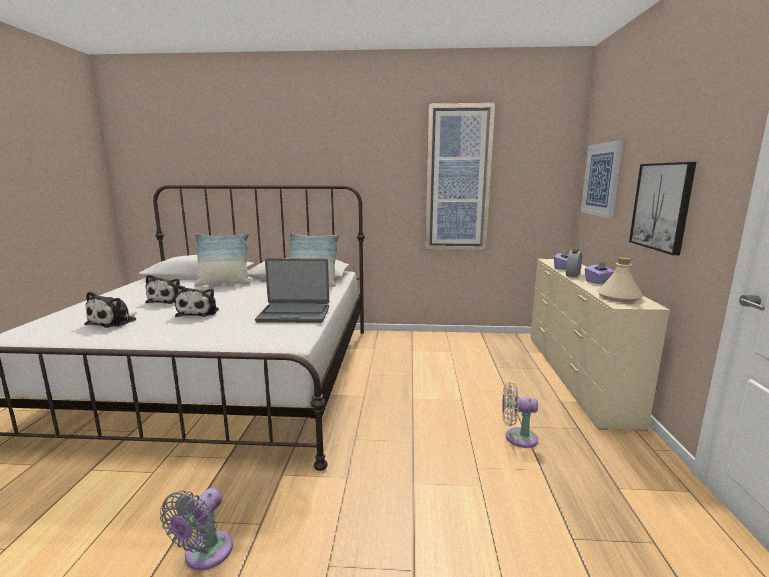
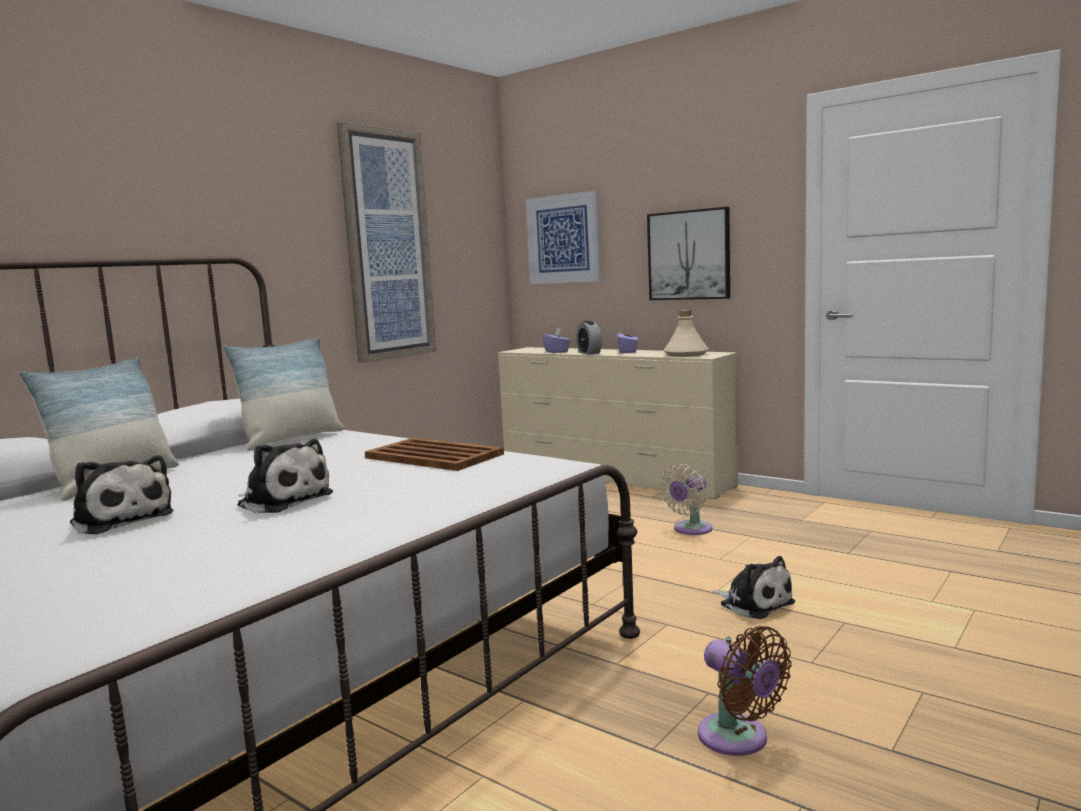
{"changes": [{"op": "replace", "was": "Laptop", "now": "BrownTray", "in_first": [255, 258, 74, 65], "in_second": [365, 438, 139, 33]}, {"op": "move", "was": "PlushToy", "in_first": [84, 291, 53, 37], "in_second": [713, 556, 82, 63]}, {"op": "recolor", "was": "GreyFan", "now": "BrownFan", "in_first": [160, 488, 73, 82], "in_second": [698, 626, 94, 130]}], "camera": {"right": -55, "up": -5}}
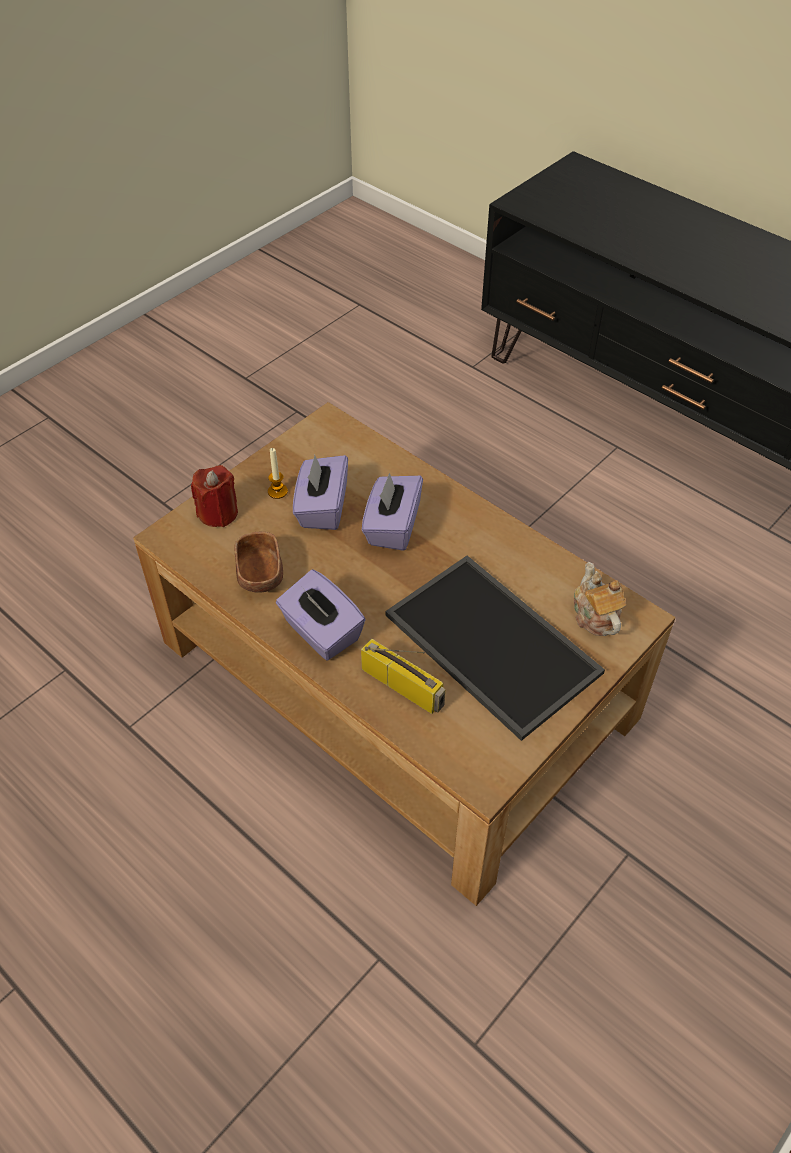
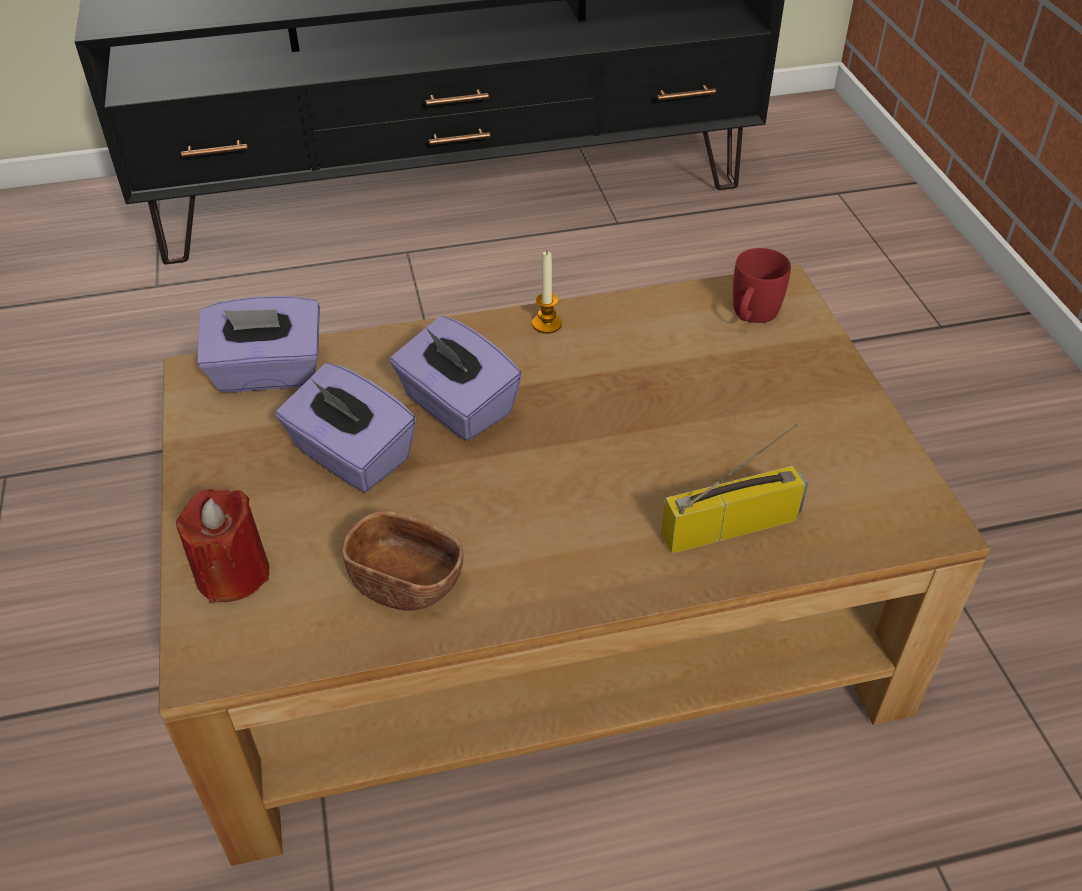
{"changes": [{"op": "move", "was": "Candle", "in_first": [268, 448, 20, 51], "in_second": [532, 252, 30, 82]}, {"op": "delete", "was": "Tray", "in_first": [385, 556, 220, 185]}, {"op": "replace", "was": "Teapot", "now": "RedMug", "in_first": [574, 562, 52, 74], "in_second": [733, 248, 58, 75]}, {"op": "move", "was": "PurpleTissueBox", "in_first": [276, 570, 90, 90], "in_second": [197, 296, 123, 96]}], "camera": {"right": -55, "up": -5}}
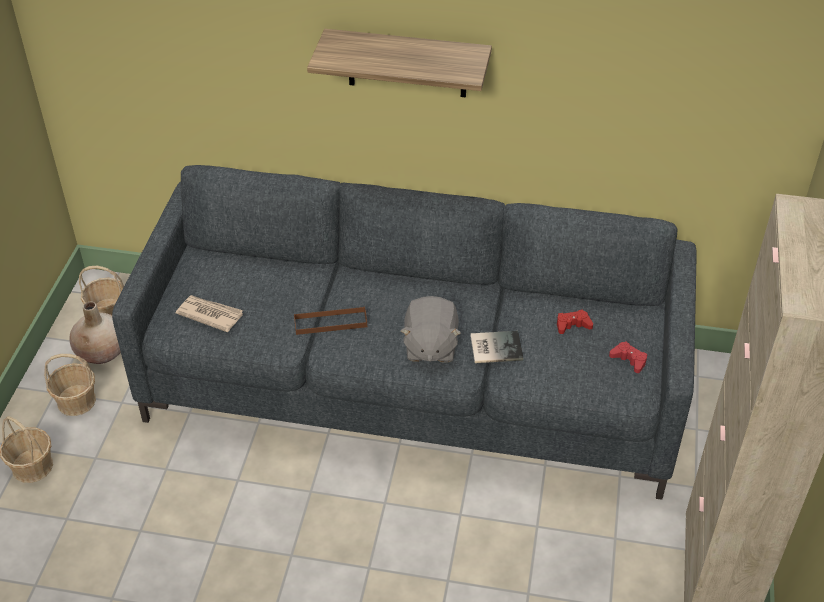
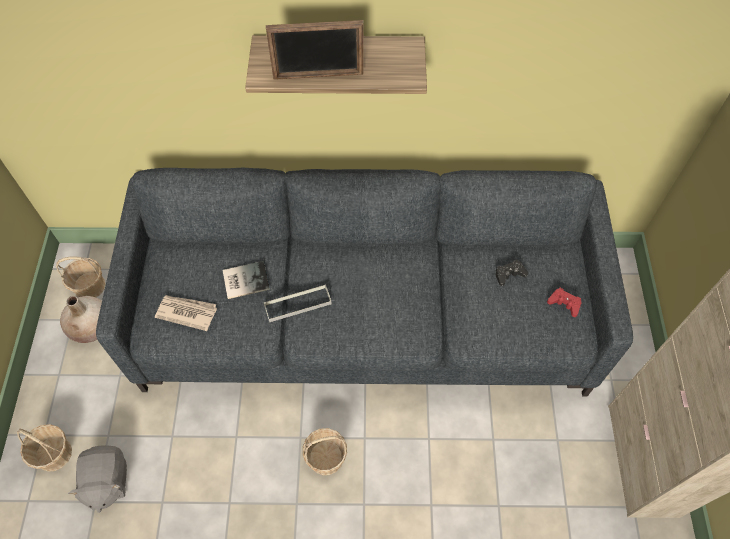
{"changes": [{"op": "move", "was": "GreyPlushToy", "in_first": [401, 296, 60, 67], "in_second": [68, 445, 59, 68]}, {"op": "recolor", "was": "BrownTray", "now": "GreyTray", "in_first": [294, 306, 73, 29], "in_second": [264, 284, 68, 38]}, {"op": "recolor", "was": "RedGameController", "now": "BlackGameController", "in_first": [557, 310, 36, 24], "in_second": [496, 260, 32, 26]}, {"op": "move", "was": "Book", "in_first": [470, 331, 54, 32], "in_second": [222, 261, 48, 38]}, {"op": "move", "was": "Basket", "in_first": [44, 354, 52, 62], "in_second": [303, 428, 44, 47]}, {"op": "insert", "now": "PictureFrame", "in_second": [266, 20, 98, 60]}], "camera": {"right": -10, "up": 15}}
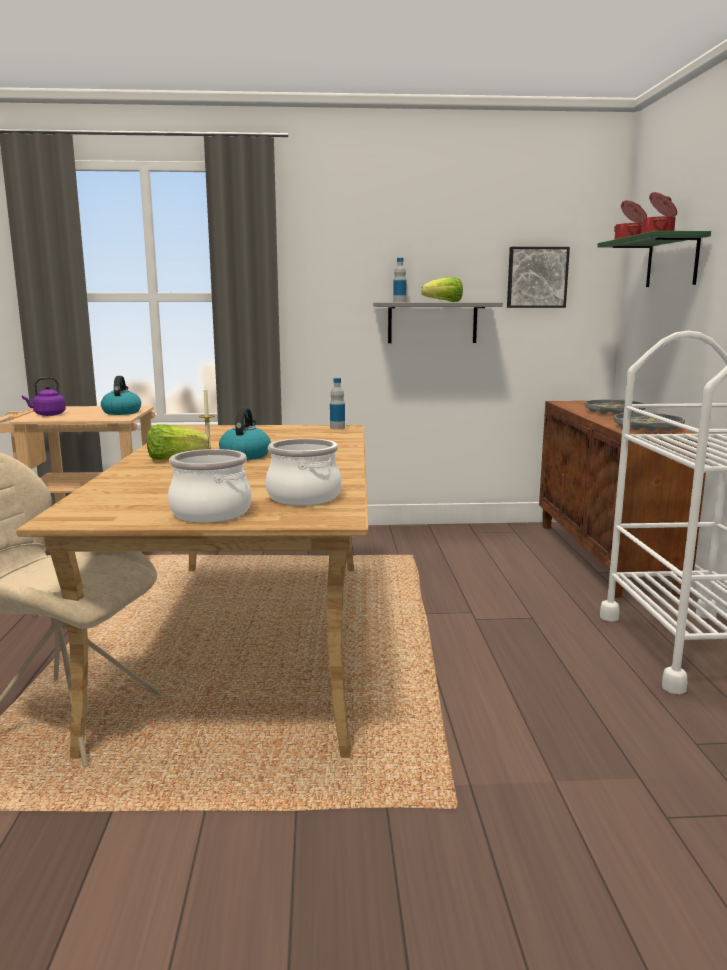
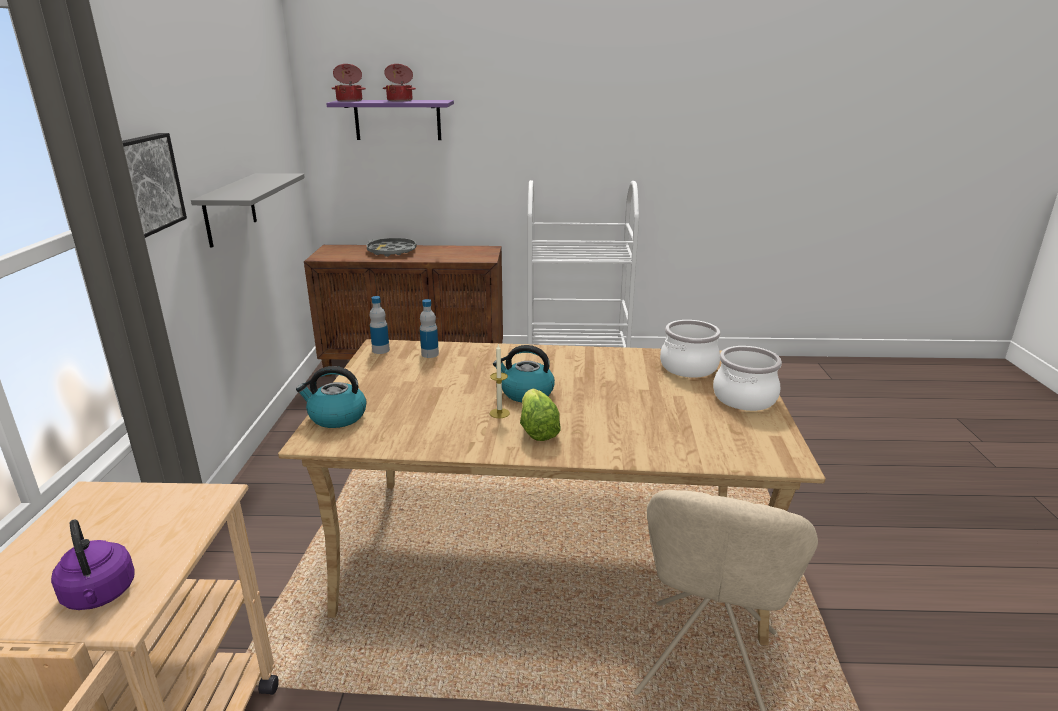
{"changes": [{"op": "recolor", "was": "GreenShelf", "now": "PurpleShelf", "in_first": [597, 231, 114, 56], "in_second": [326, 100, 128, 40]}, {"op": "move", "was": "Picture", "in_first": [507, 247, 63, 61], "in_second": [122, 133, 65, 105]}, {"op": "move", "was": "Bottle", "in_first": [393, 258, 13, 44], "in_second": [420, 299, 19, 59]}, {"op": "delete", "was": "Lettuce", "in_first": [421, 277, 42, 25]}, {"op": "move", "was": "Kettle", "in_first": [101, 376, 40, 39], "in_second": [296, 366, 70, 62]}, {"op": "delete", "was": "GreyTray", "in_first": [613, 412, 72, 20]}], "camera": {"right": -85, "up": 10}}
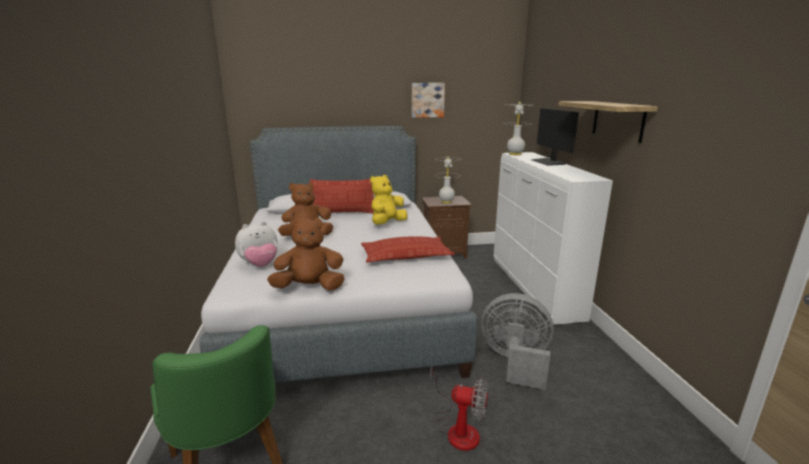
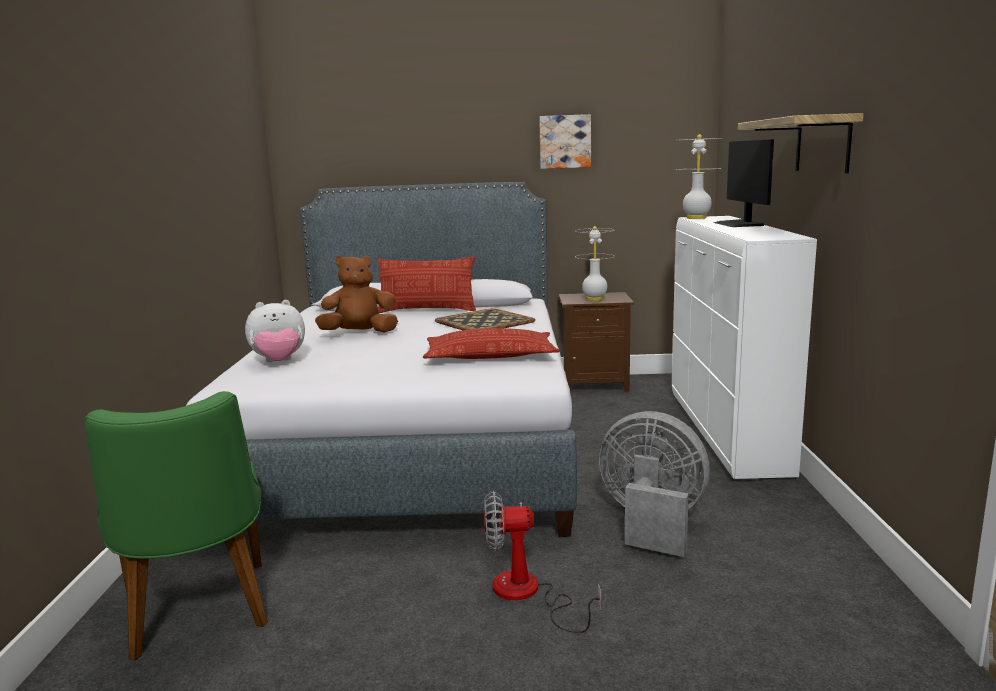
{"changes": [{"op": "replace", "was": "YellowPlushToy", "now": "Tray", "in_first": [370, 175, 38, 50], "in_second": [435, 308, 100, 22]}, {"op": "delete", "was": "BrownPlushToy", "in_first": [267, 217, 78, 73]}, {"op": "rotate", "was": "Fan", "in_first": [430, 365, 58, 86], "in_second": [483, 491, 118, 142], "clockwise": 150}], "camera": {"right": 10, "up": -5}}
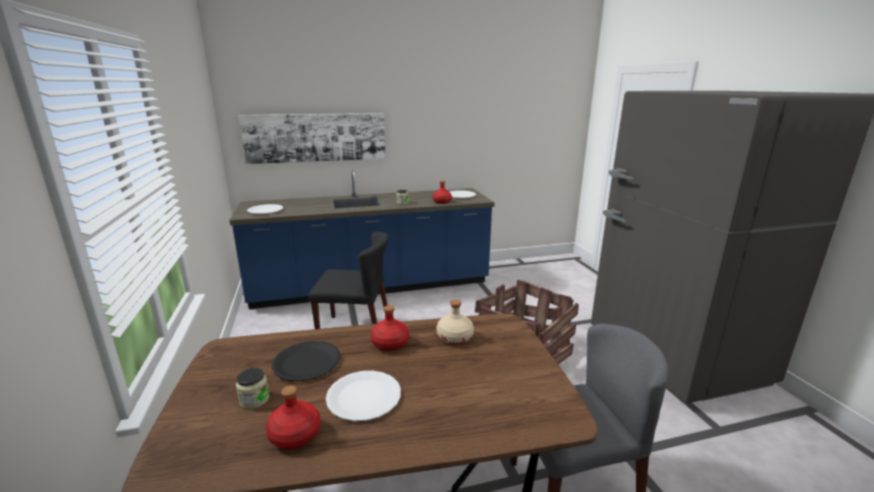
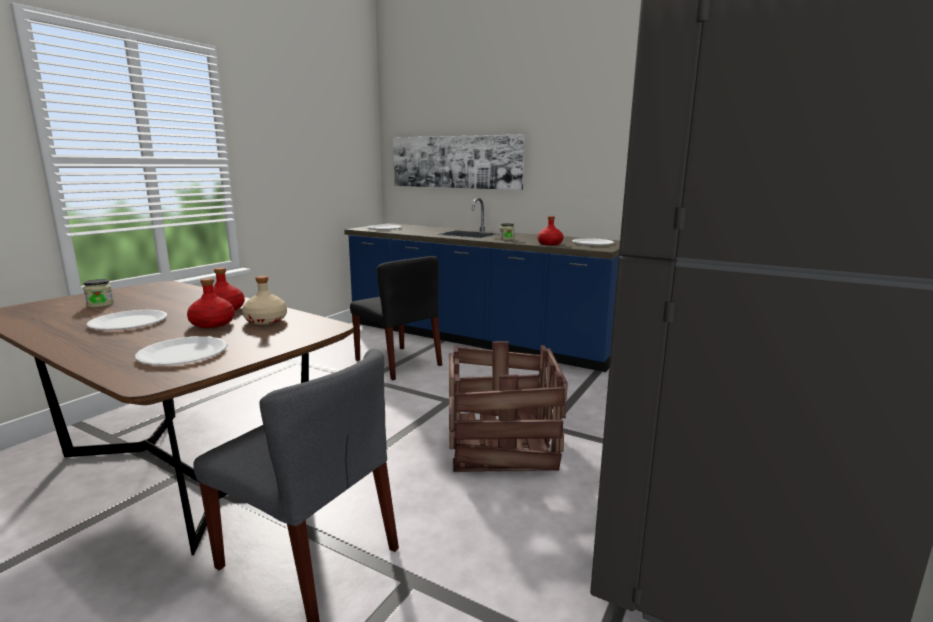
{"changes": [{"op": "delete", "was": "BlackPlate", "in_first": [272, 341, 68, 40]}, {"op": "move", "was": "RedBottle", "in_first": [266, 385, 55, 65], "in_second": [187, 278, 48, 50]}, {"op": "insert", "now": "WhitePlate", "in_second": [135, 336, 92, 29]}], "camera": {"right": 45, "up": -5}}
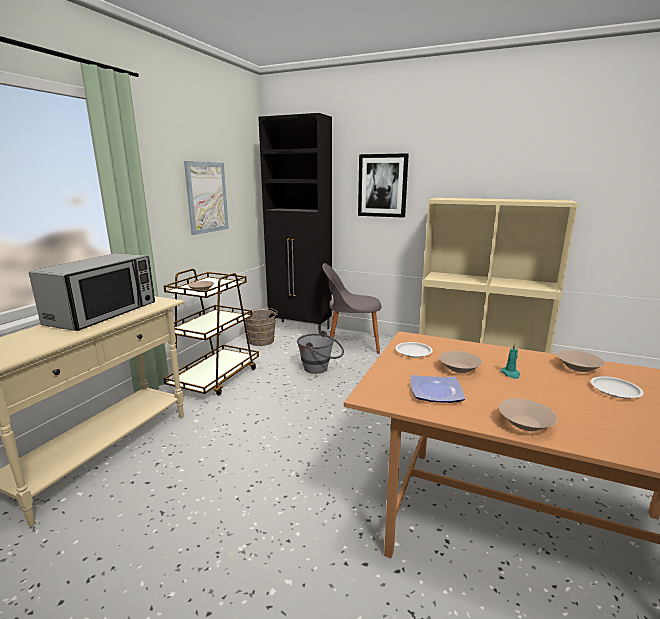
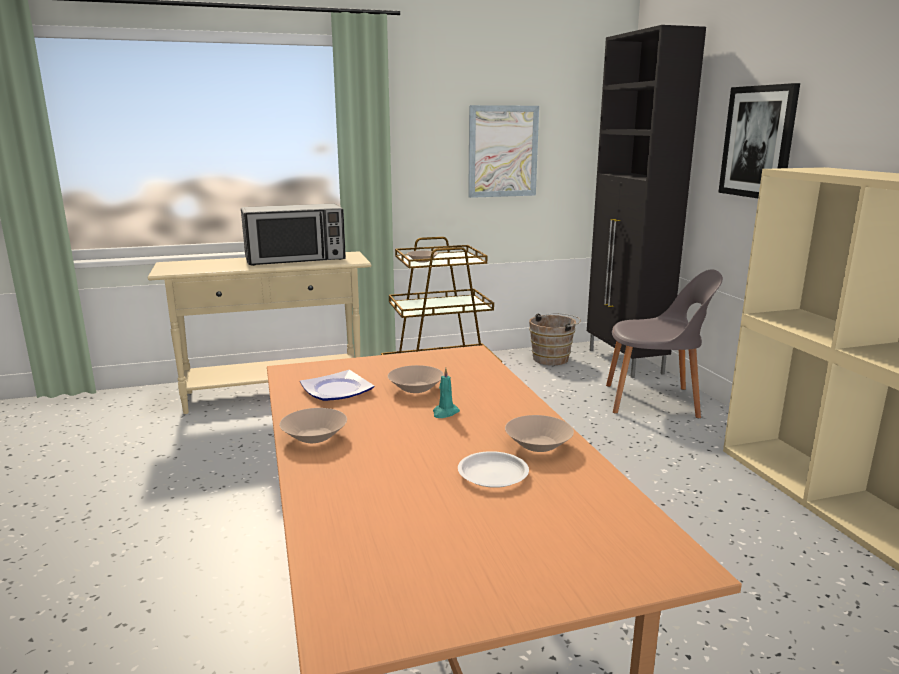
{"changes": [{"op": "rotate", "was": "GreyChair", "in_first": [323, 263, 58, 91], "in_second": [606, 270, 117, 148], "clockwise": 135}, {"op": "delete", "was": "GreyBucket", "in_first": [297, 331, 47, 43]}, {"op": "delete", "was": "WhitePlate", "in_first": [396, 342, 37, 16]}], "camera": {"right": 50, "up": 0}}
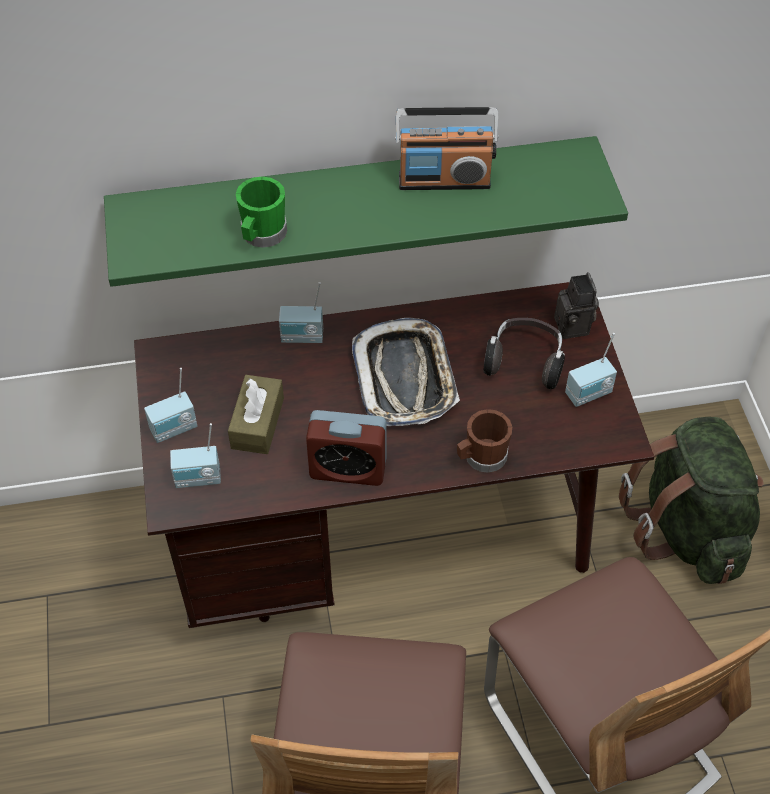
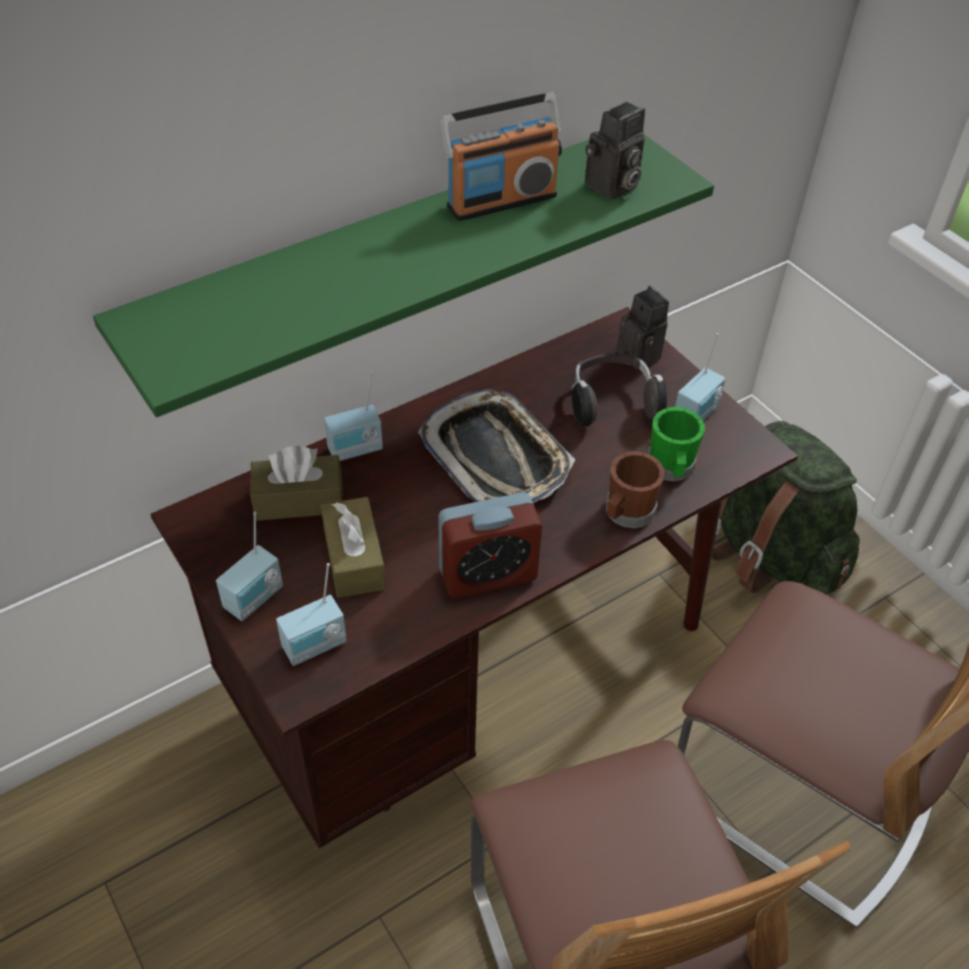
{"changes": [{"op": "move", "was": "GreenMug", "in_first": [236, 177, 51, 70], "in_second": [648, 407, 57, 74]}, {"op": "insert", "now": "PhotoCamera", "in_second": [585, 101, 60, 99]}, {"op": "insert", "now": "BrownTissueBox", "in_second": [251, 446, 92, 75]}], "camera": {"right": -25, "up": -5}}
